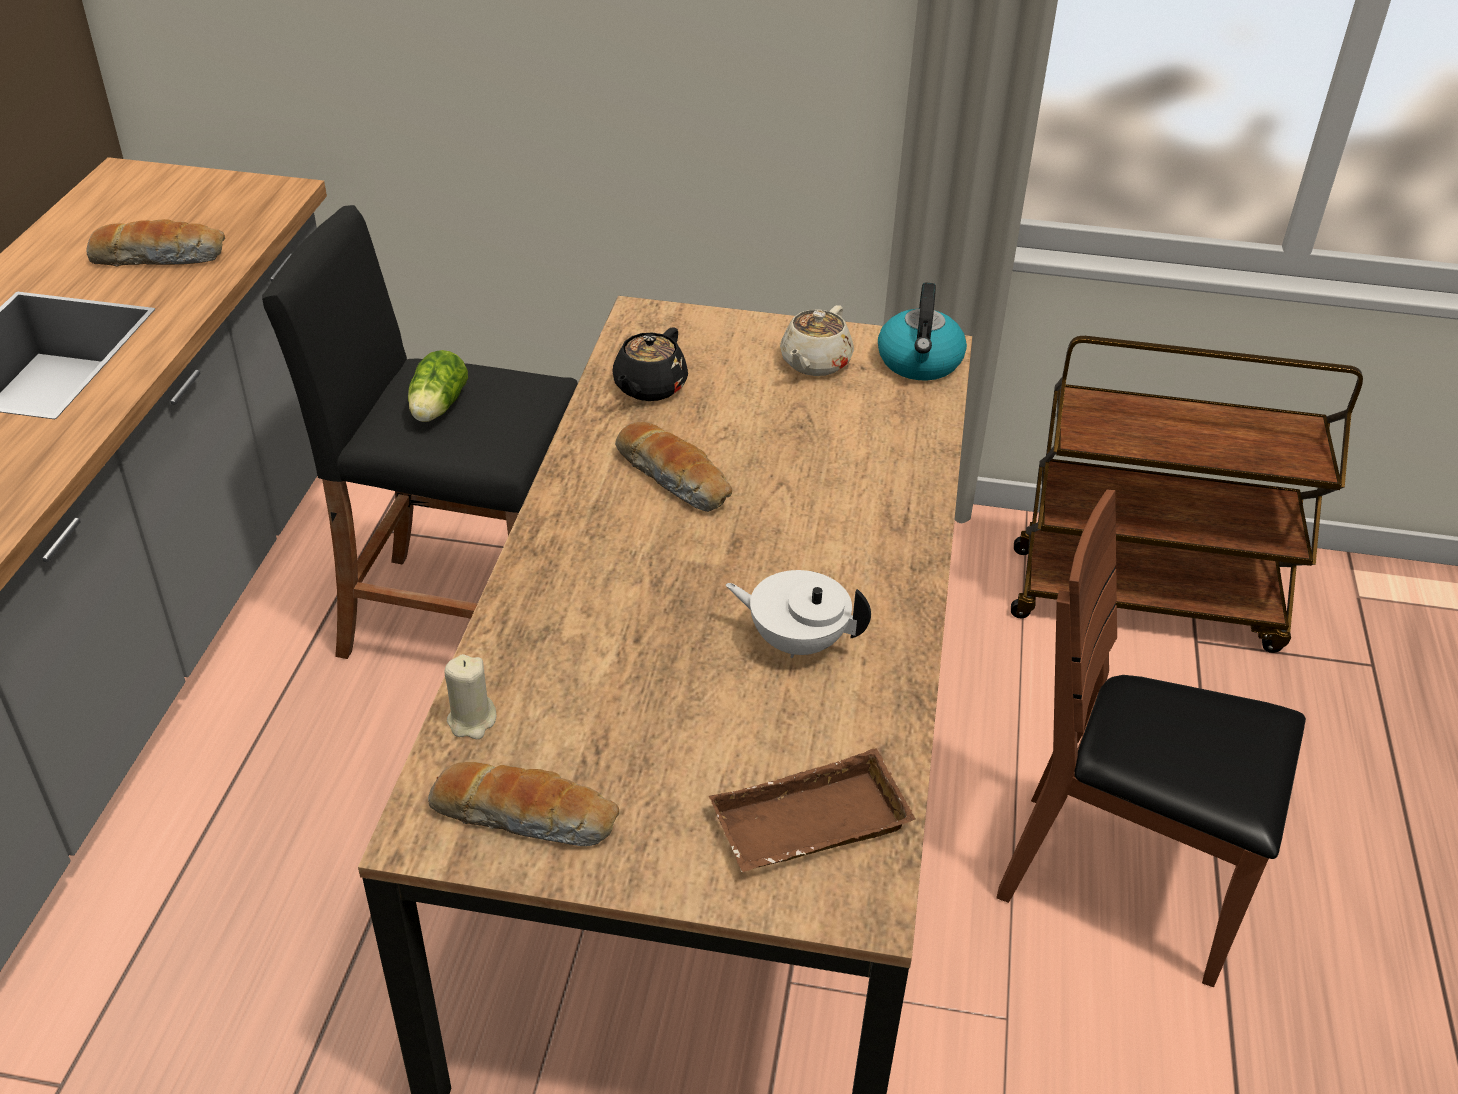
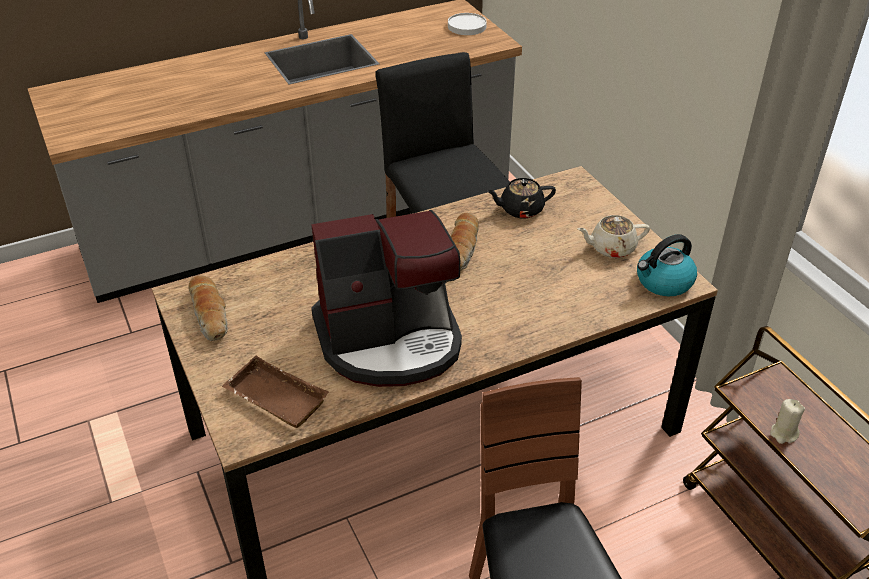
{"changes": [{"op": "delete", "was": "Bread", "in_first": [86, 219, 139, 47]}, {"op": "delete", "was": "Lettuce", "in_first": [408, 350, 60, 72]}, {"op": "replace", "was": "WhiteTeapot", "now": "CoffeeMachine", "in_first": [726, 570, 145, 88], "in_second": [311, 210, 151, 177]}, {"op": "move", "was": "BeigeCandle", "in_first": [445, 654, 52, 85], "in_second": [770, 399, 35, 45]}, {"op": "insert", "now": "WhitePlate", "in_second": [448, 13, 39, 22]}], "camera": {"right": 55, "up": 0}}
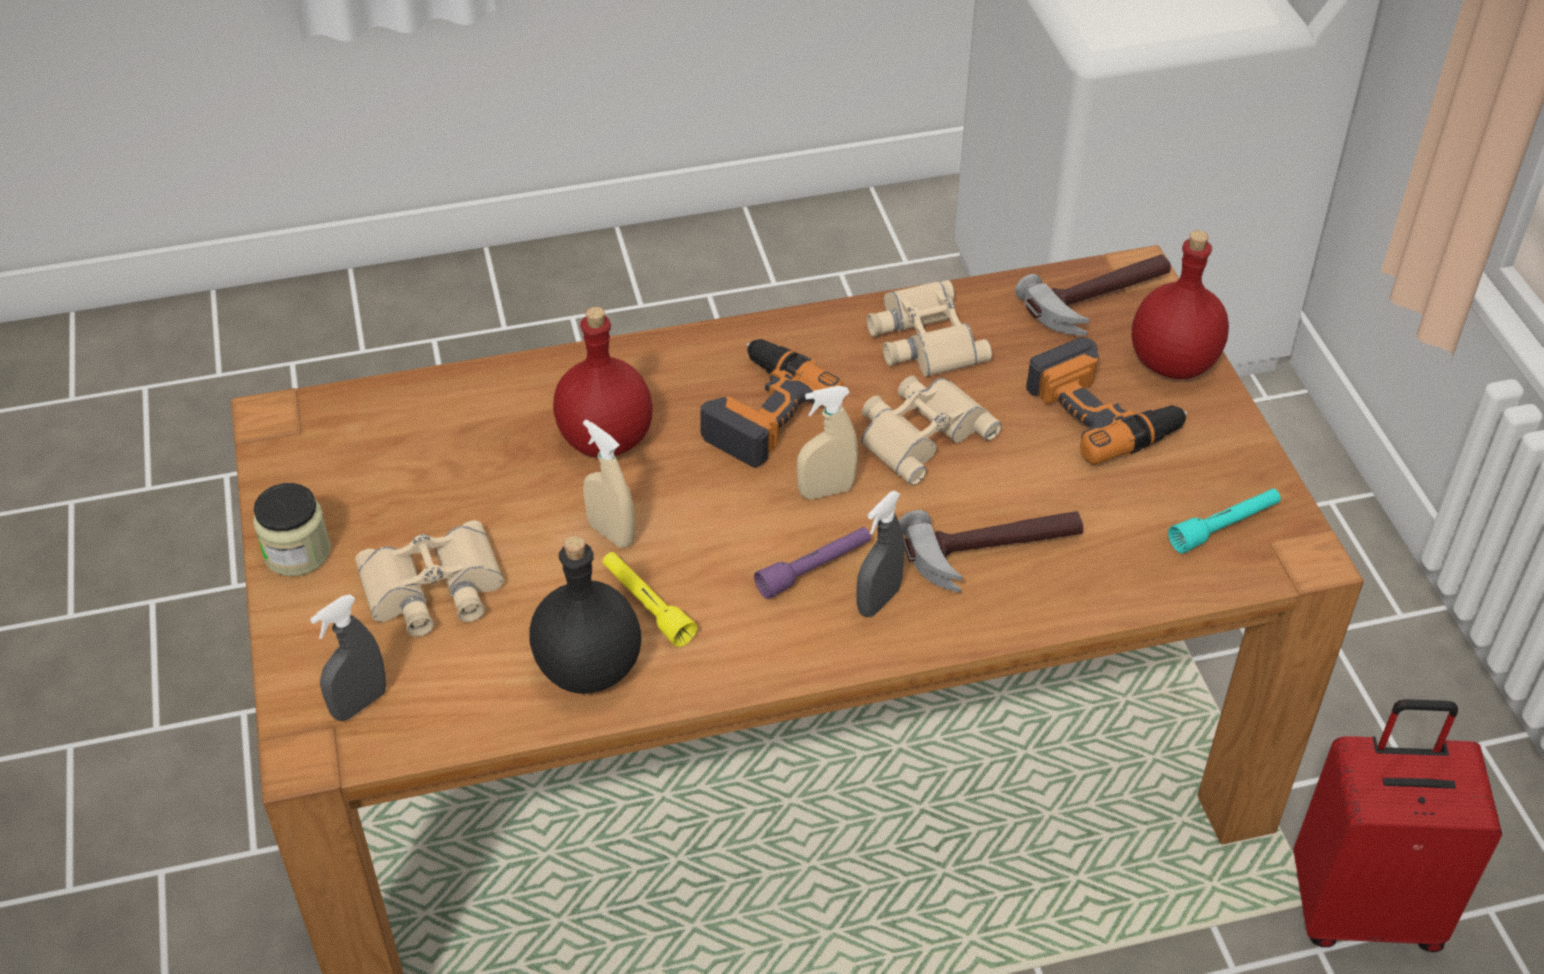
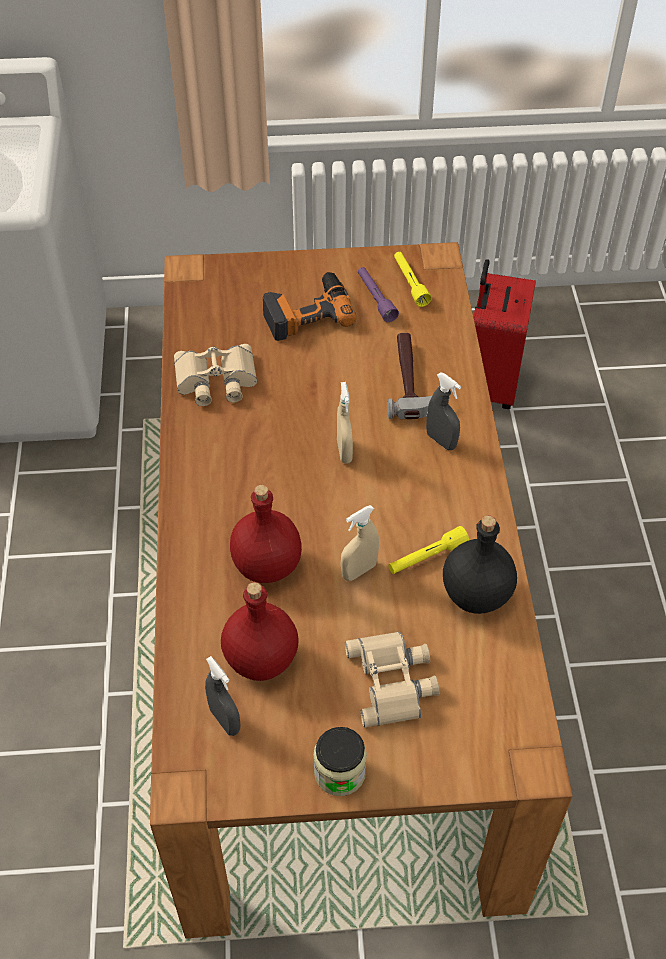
{"changes": [{"op": "move", "was": "RedBottle", "in_first": [1132, 230, 97, 149], "in_second": [221, 582, 78, 99]}, {"op": "delete", "was": "Hammer", "in_first": [1015, 254, 156, 82]}, {"op": "delete", "was": "PowerDrill", "in_first": [700, 339, 145, 129]}, {"op": "delete", "was": "BeigeBinoculars", "in_first": [861, 376, 141, 109]}, {"op": "recolor", "was": "TurquoiseFlashlight", "now": "YellowFlashlight", "in_first": [1168, 488, 113, 66], "in_second": [394, 252, 38, 55]}, {"op": "move", "was": "PurpleFlashlight", "in_first": [754, 527, 117, 72], "in_second": [358, 267, 41, 55]}, {"op": "move", "was": "GreySprayBottle", "in_first": [310, 594, 76, 127], "in_second": [205, 656, 36, 80]}], "camera": {"right": -80, "up": 5}}
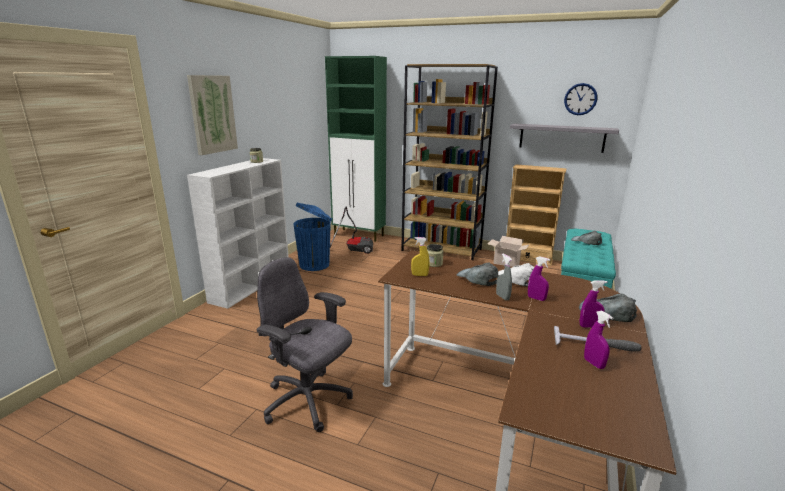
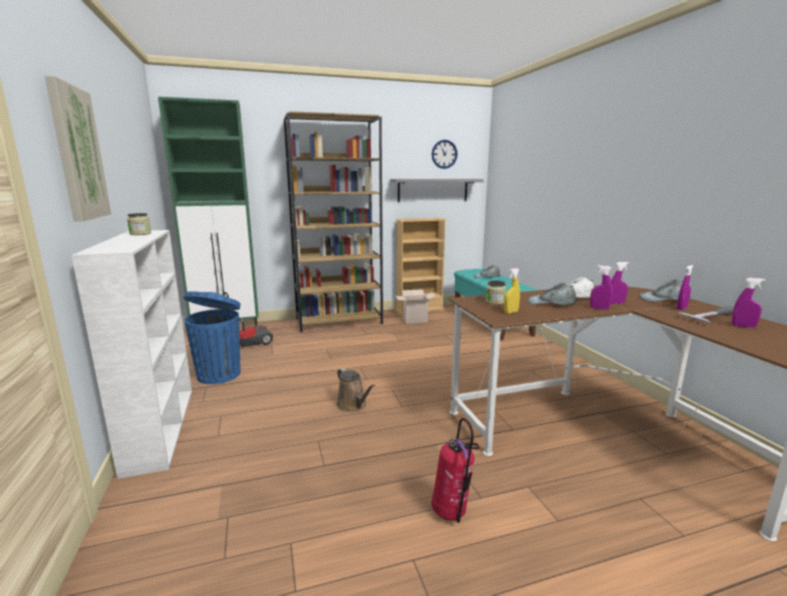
{"changes": [{"op": "recolor", "was": "GreySprayBottle", "now": "PurpleSprayBottle", "in_first": [496, 253, 16, 48], "in_second": [590, 265, 23, 45]}, {"op": "replace", "was": "GreyOfficeChair", "now": "FireExtinguisher", "in_first": [256, 257, 97, 175], "in_second": [431, 418, 49, 105]}, {"op": "insert", "now": "BrownWateringCan", "in_second": [336, 368, 39, 44]}], "camera": {"right": -40, "up": -5}}
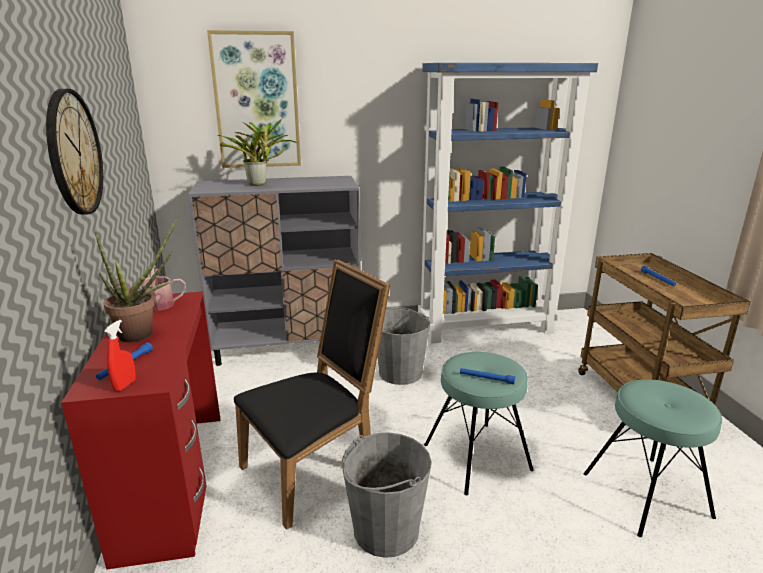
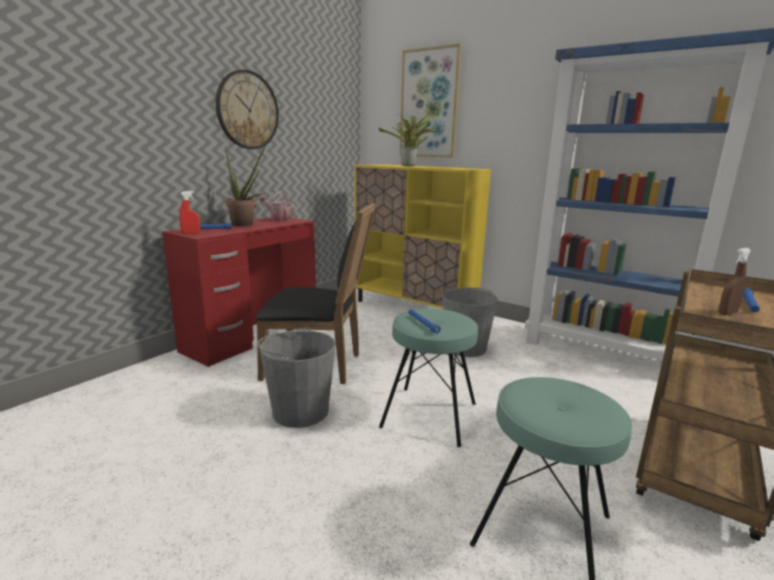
{"changes": [{"op": "recolor", "was": "GreyCabinet", "now": "YellowCabinet", "in_first": [188, 176, 173, 190], "in_second": [354, 164, 137, 144]}, {"op": "insert", "now": "BrownSprayBottle", "in_second": [718, 248, 33, 67]}], "camera": {"right": 45, "up": -5}}
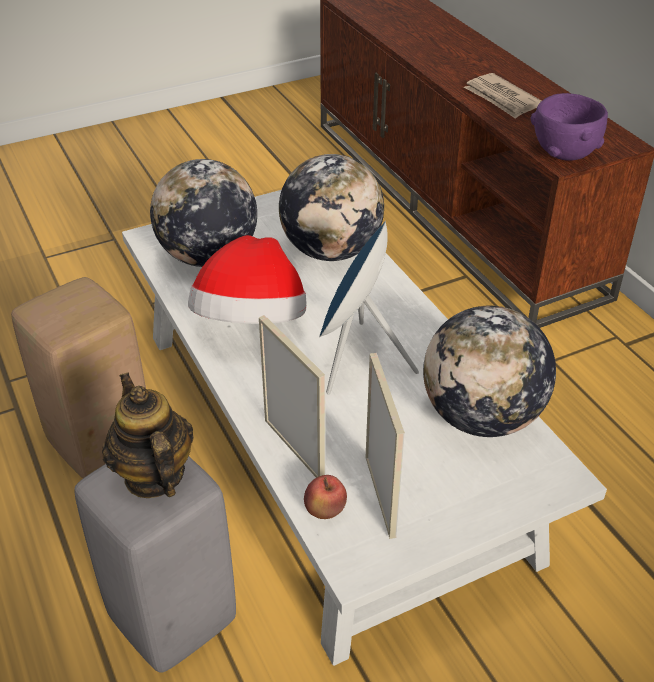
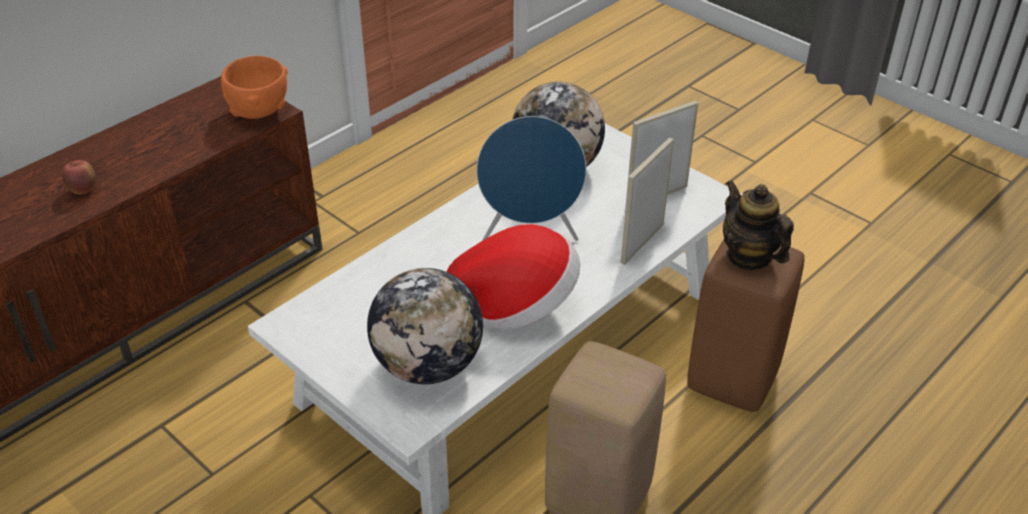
{"changes": [{"op": "delete", "was": "Newspaper", "in_first": [464, 73, 78, 46]}, {"op": "recolor", "was": "PurpleBowl", "now": "OrangeBowl", "in_first": [531, 93, 77, 68], "in_second": [221, 56, 66, 63]}, {"op": "delete", "was": "Globe", "in_first": [279, 154, 105, 107]}, {"op": "rotate", "was": "Teapot", "in_first": [102, 373, 92, 125], "in_second": [723, 180, 71, 90], "clockwise": 105}, {"op": "recolor", "was": "GreyStool", "now": "BrownStool", "in_first": [74, 457, 162, 216], "in_second": [687, 240, 118, 172]}, {"op": "move", "was": "Apple", "in_first": [304, 475, 43, 44], "in_second": [62, 160, 33, 34]}], "camera": {"right": -110, "up": 0}}
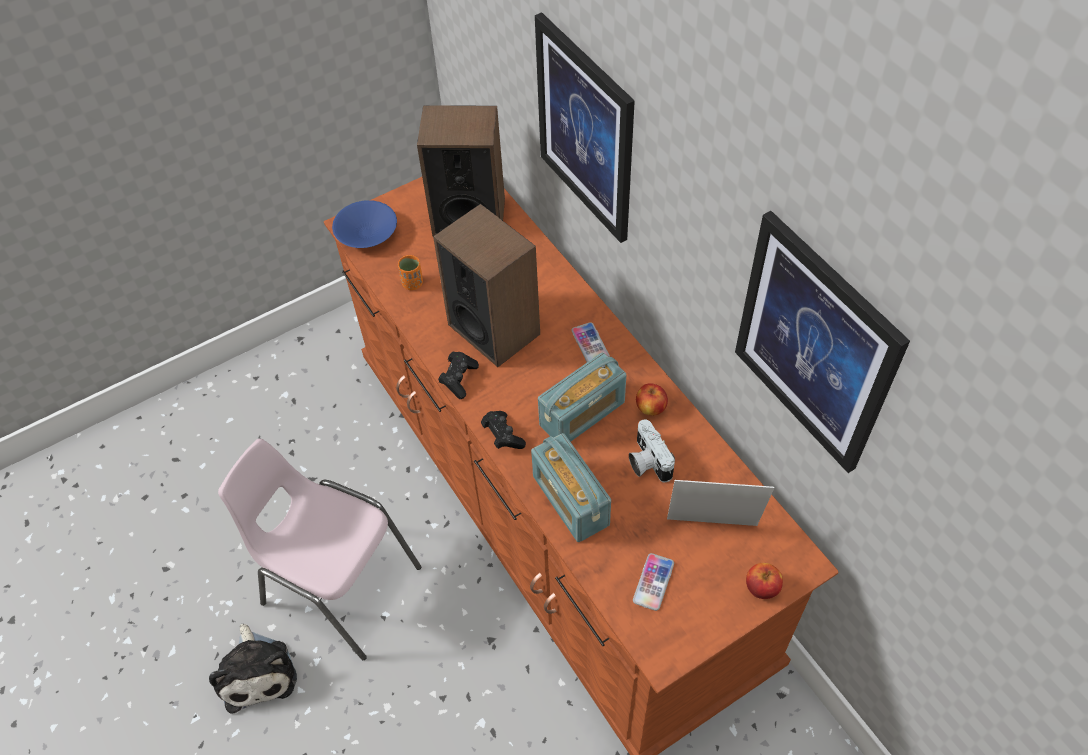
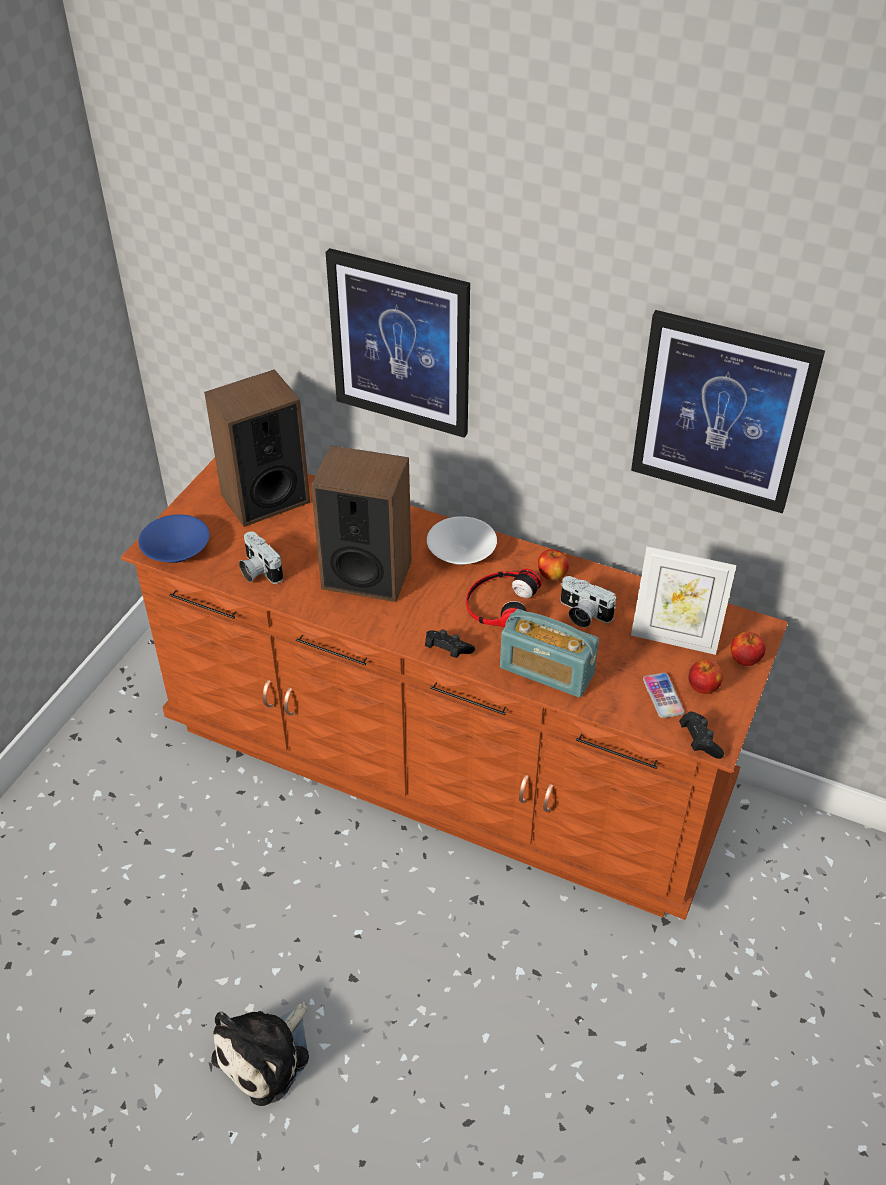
{"changes": [{"op": "replace", "was": "OrangeCup", "now": "PhotoCamera", "in_first": [398, 255, 25, 35], "in_second": [239, 532, 44, 52]}, {"op": "replace", "was": "Phone", "now": "WhiteBowl", "in_first": [571, 322, 39, 40], "in_second": [427, 516, 70, 49]}, {"op": "move", "was": "BlackGameController", "in_first": [438, 352, 41, 47], "in_second": [679, 712, 45, 47]}, {"op": "replace", "was": "Radio", "now": "Headphones", "in_first": [538, 352, 88, 90], "in_second": [466, 569, 76, 59]}, {"op": "delete", "was": "PinkChair", "in_first": [218, 439, 203, 221]}, {"op": "rotate", "was": "PictureFrame", "in_first": [667, 480, 108, 46], "in_second": [631, 546, 105, 109], "clockwise": -135}, {"op": "rotate", "was": "PlushToy", "in_first": [209, 624, 88, 90], "in_second": [211, 1002, 98, 104], "clockwise": 90}, {"op": "insert", "now": "Apple", "in_second": [688, 659, 35, 35]}], "camera": {"right": -35, "up": -10}}
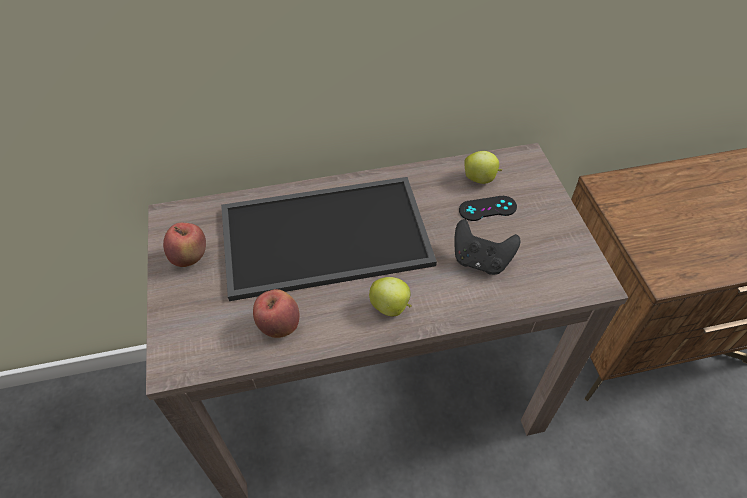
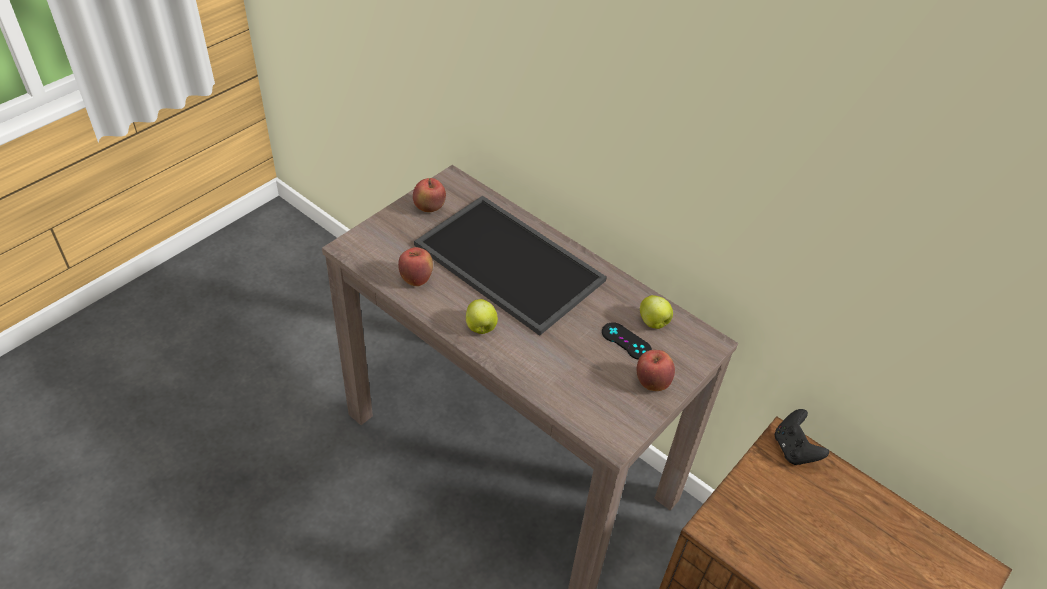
{"changes": [{"op": "move", "was": "BlackGameController", "in_first": [455, 219, 66, 56], "in_second": [775, 409, 54, 56]}, {"op": "insert", "now": "Apple", "in_second": [637, 350, 38, 41]}], "camera": {"right": 50, "up": -5}}
